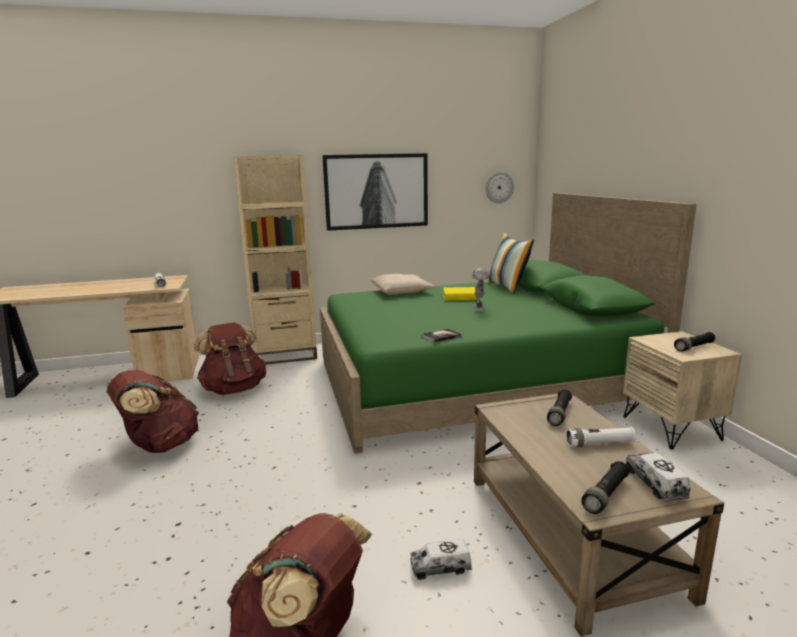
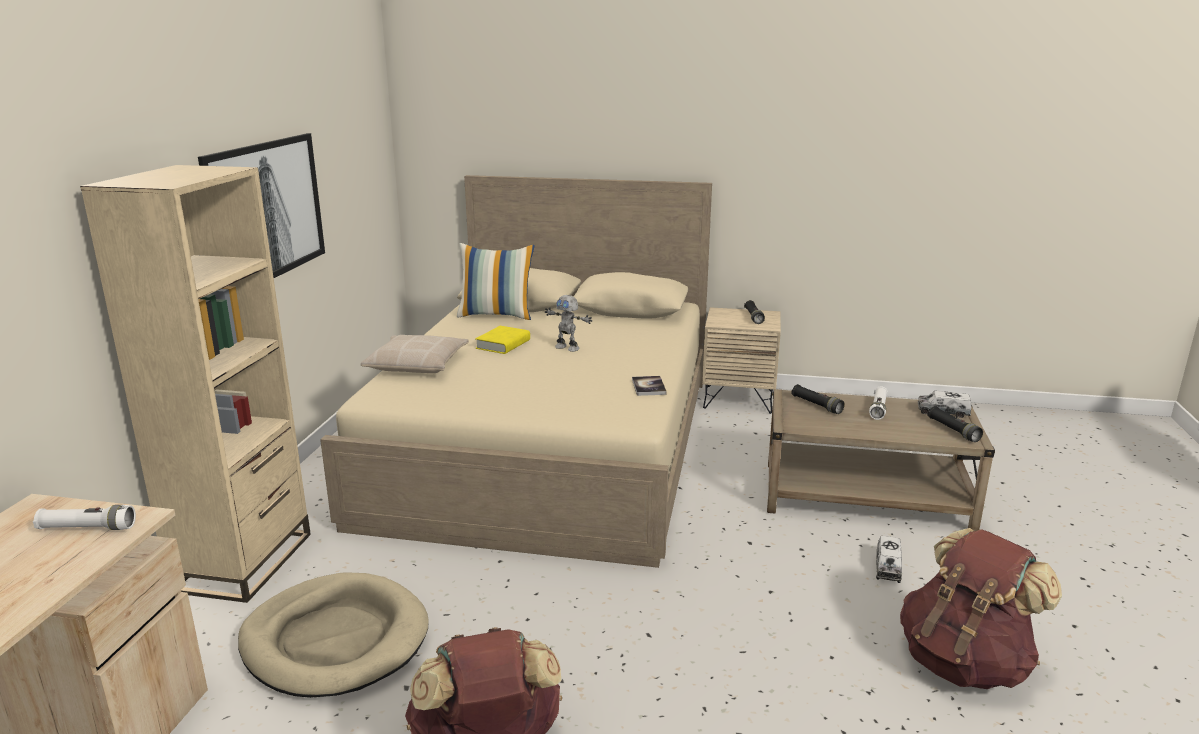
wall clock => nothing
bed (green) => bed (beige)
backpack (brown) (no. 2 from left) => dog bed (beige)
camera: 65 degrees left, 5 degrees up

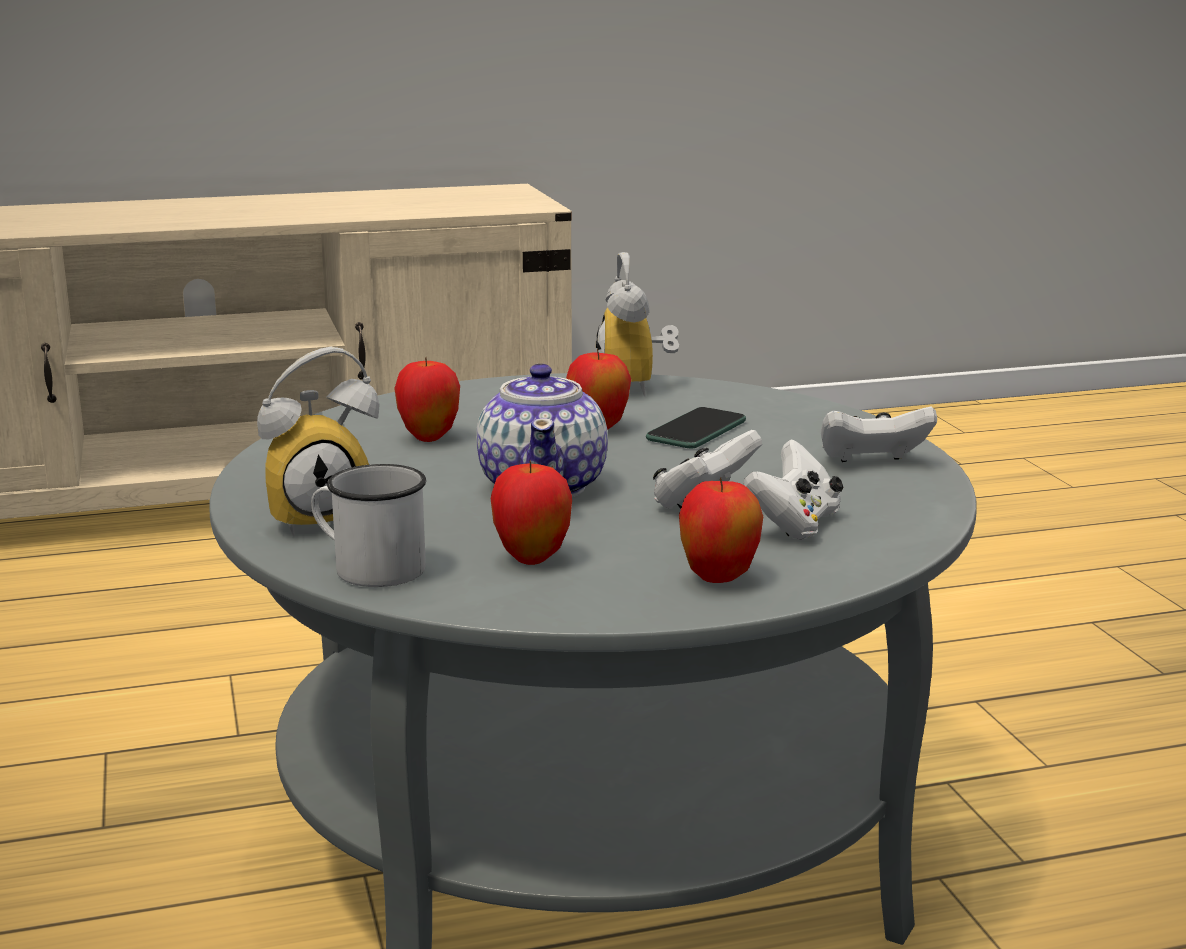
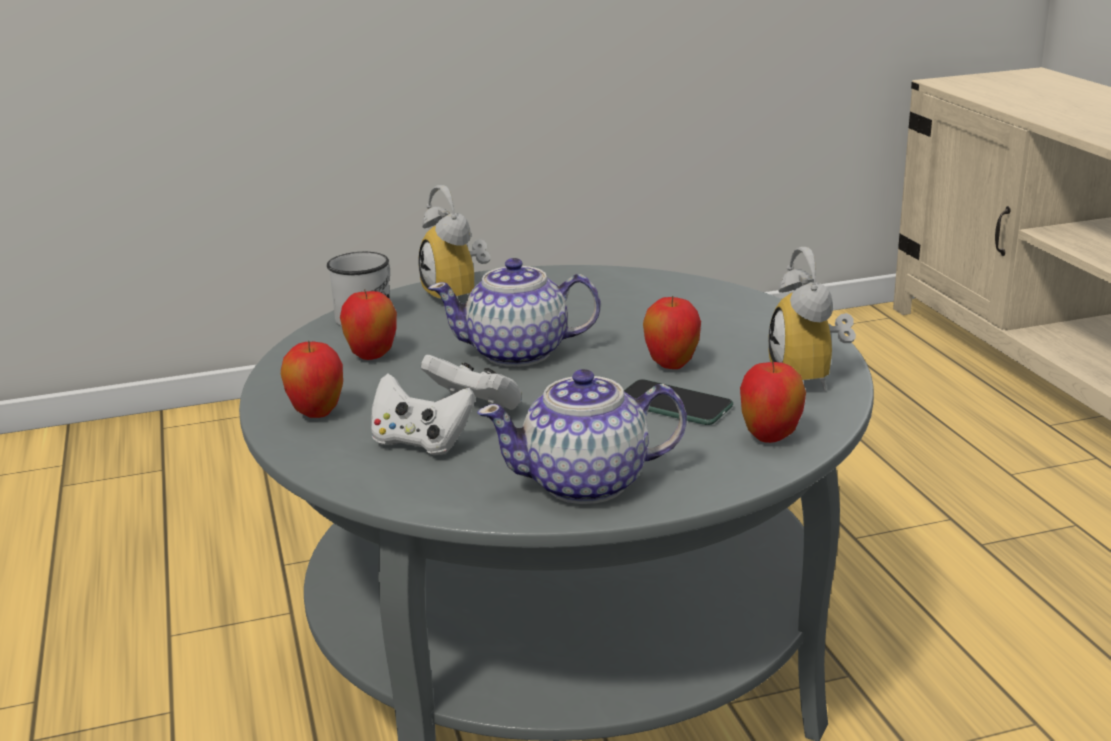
alarm clock (no. 2 from left), 90 degrees counterclockwise
apple (no. 1 from left in the first image) => apple (no. 4 from left), shifted
game controller (white) (no. 3 from left) => teapot (no. 2 from left)
camera: 90 degrees right, 5 degrees up

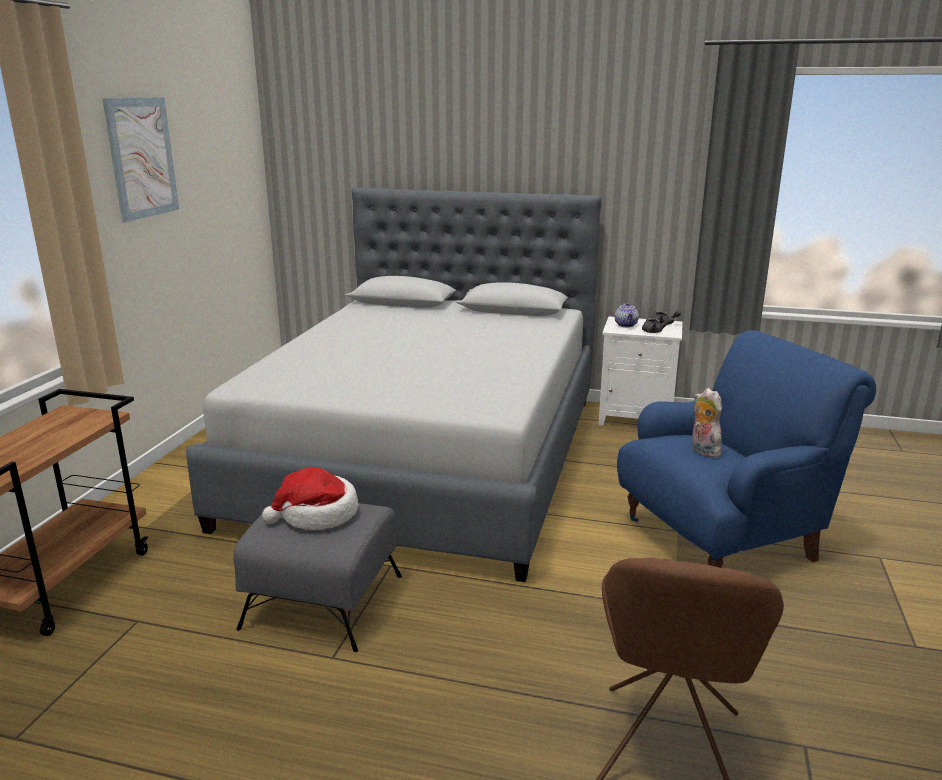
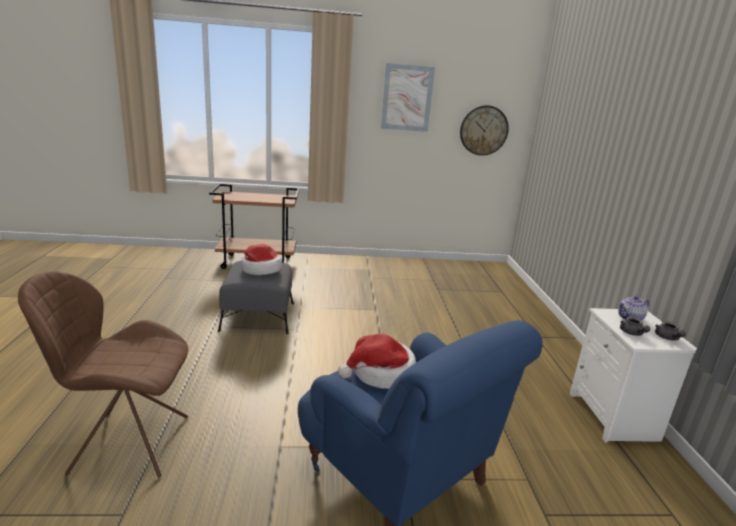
bed (grey) => nothing
plush toy => hat (no. 2 from left)
nothing => wall clock
camera: 70 degrees right, 0 degrees up

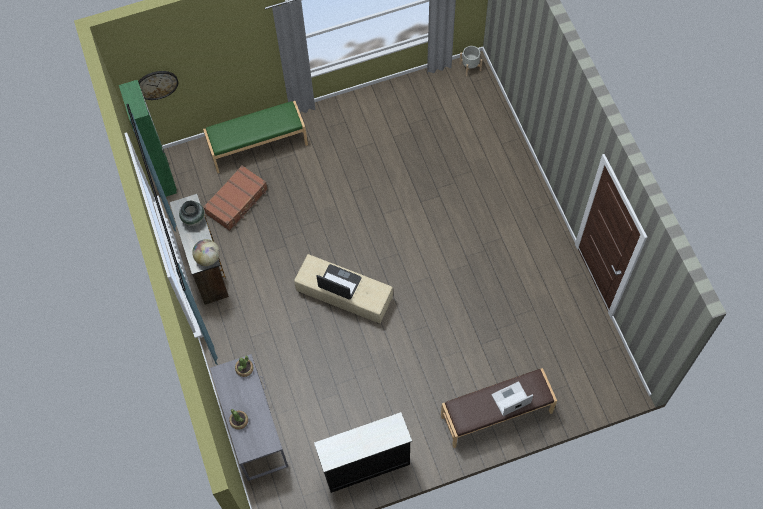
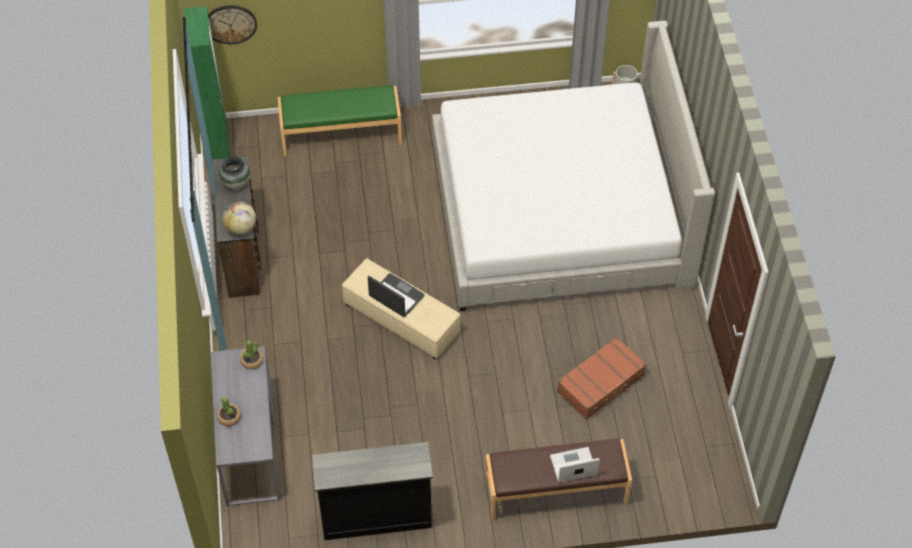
suitcase (brown), shifted
nothing => bed
camera: 10 degrees right, 10 degrees down

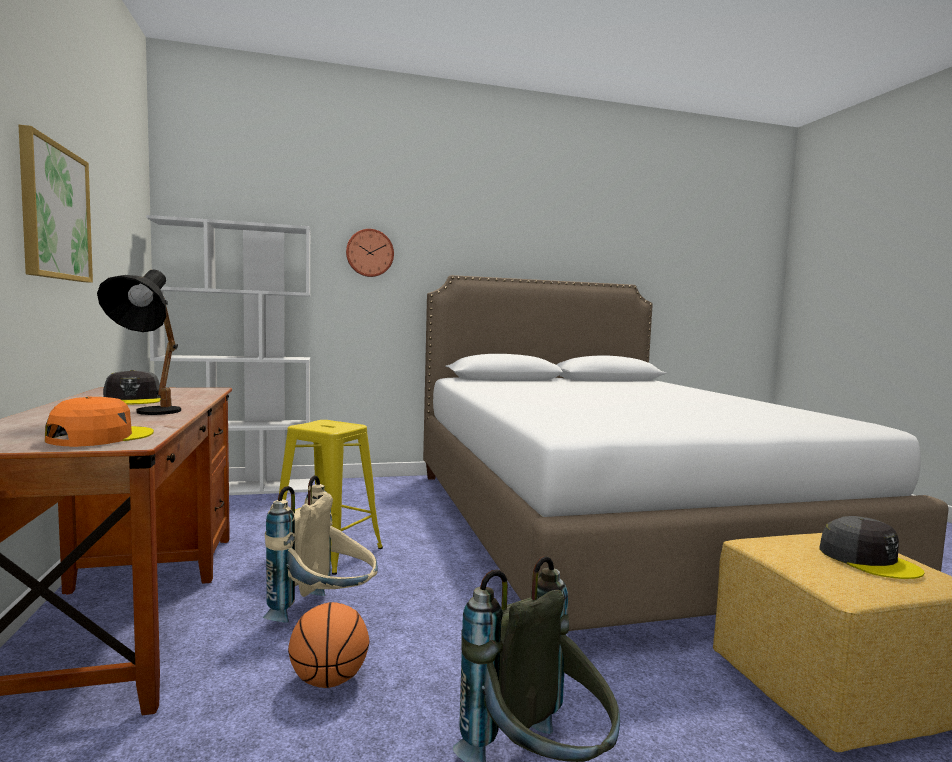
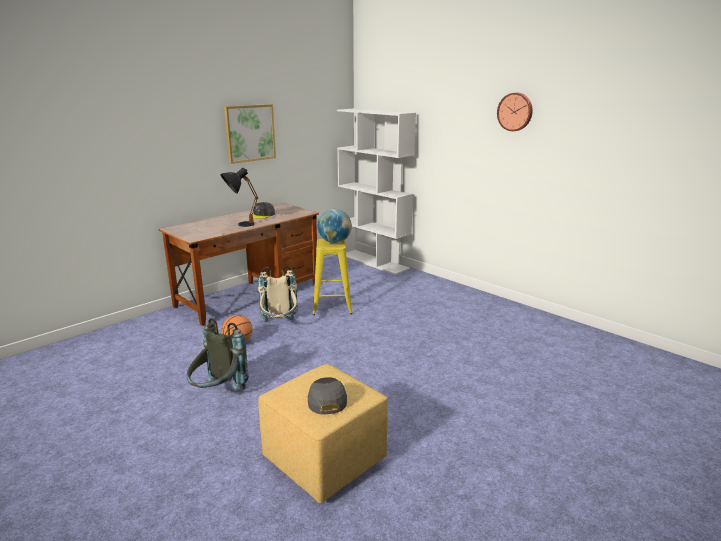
wall clock, shifted
bed (white) => nothing
cap (orange) => nothing
cap (grey) (no. 2 from left), 135 degrees clockwise
nothing => globe
camera: 60 degrees right, 15 degrees up

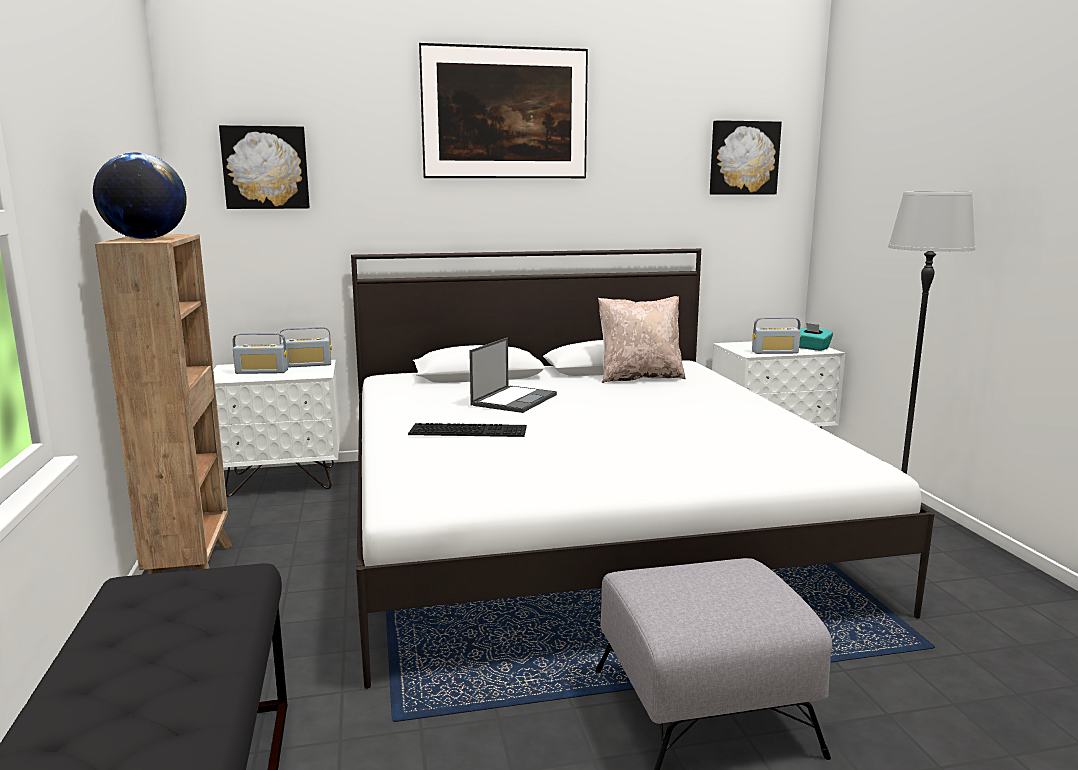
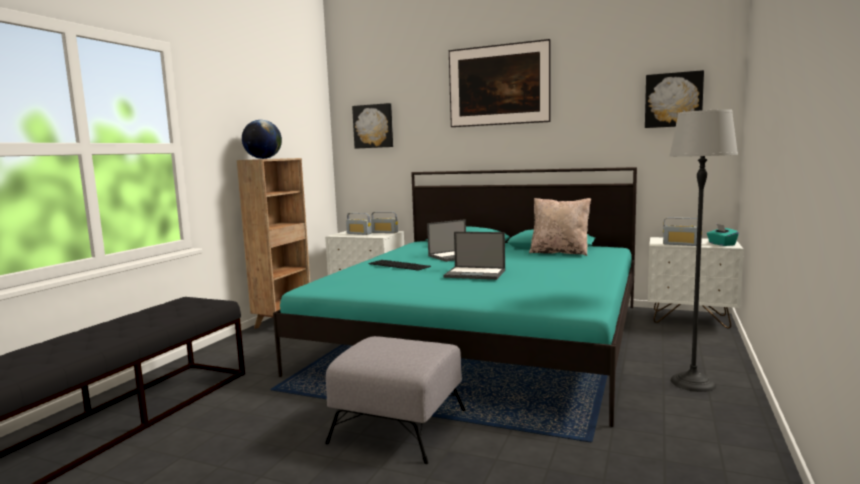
bed (white) => bed (turquoise)
nothing => laptop (no. 2 from left)
camera: 35 degrees right, 5 degrees down

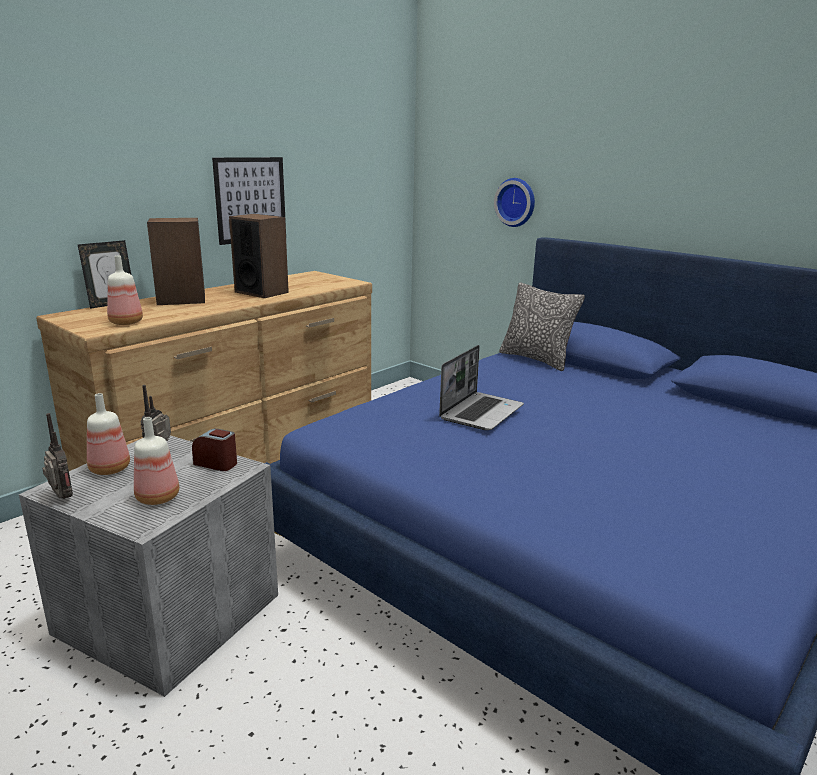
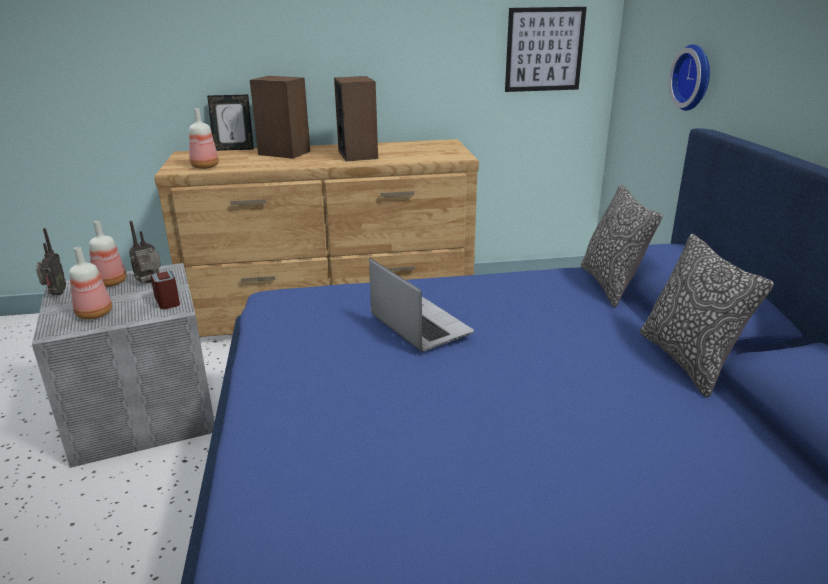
picture, shifted
laptop, 105 degrees counterclockwise
nothing => pillow (no. 2 from left)
camera: 40 degrees right, 5 degrees up

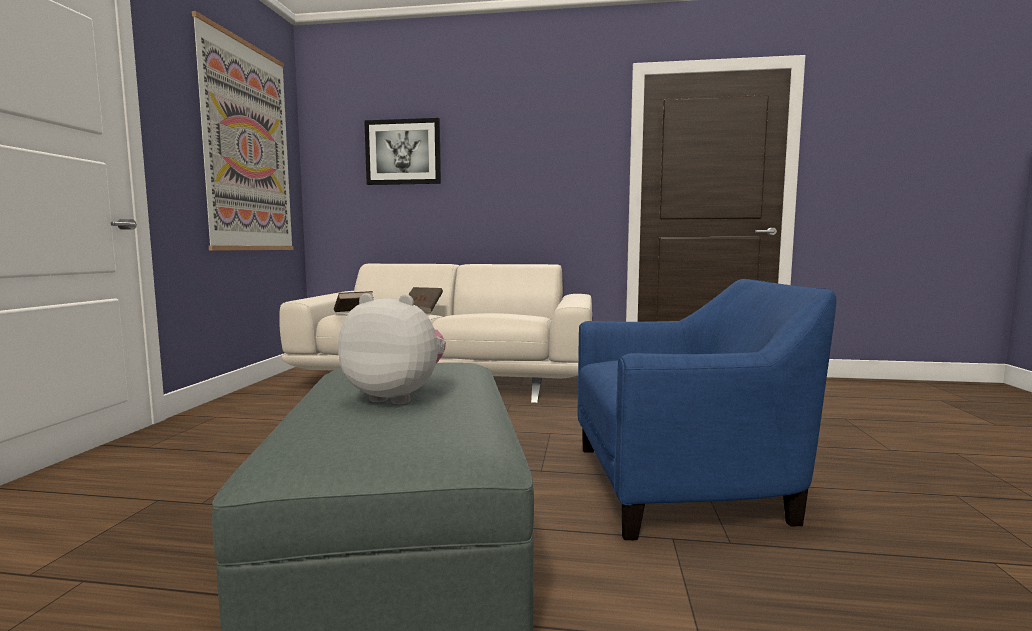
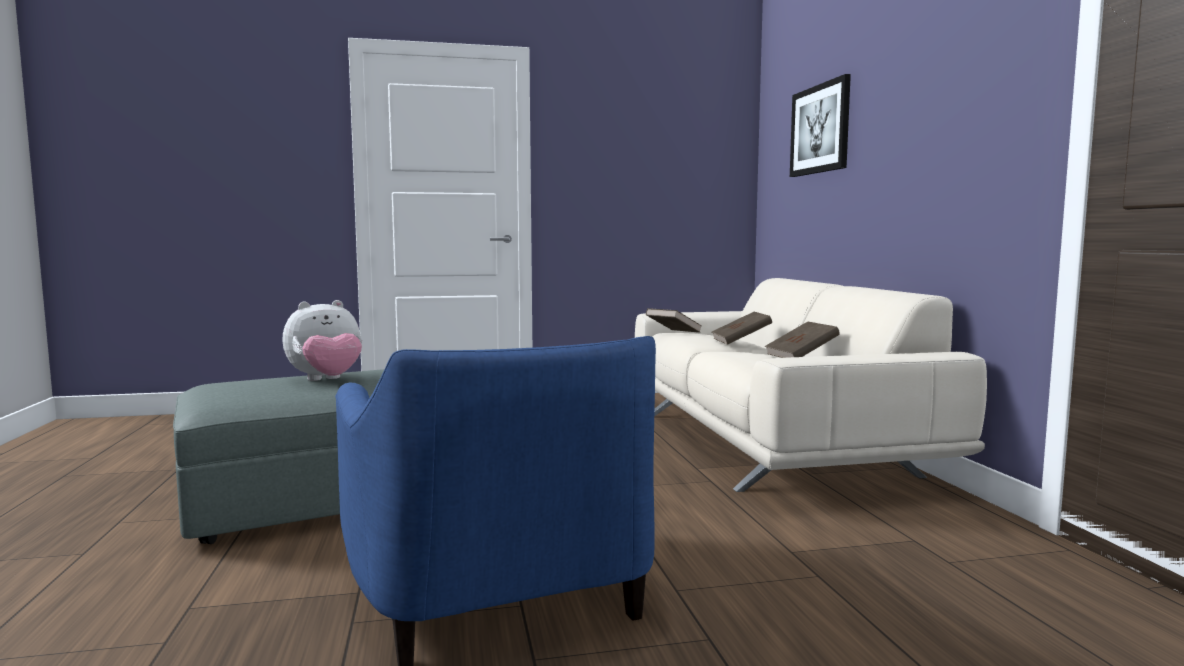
picture (no. 1 from left) => nothing
plush toy, 60 degrees clockwise
nothing => book (brown) (no. 3 from left)
camera: 70 degrees right, 0 degrees up

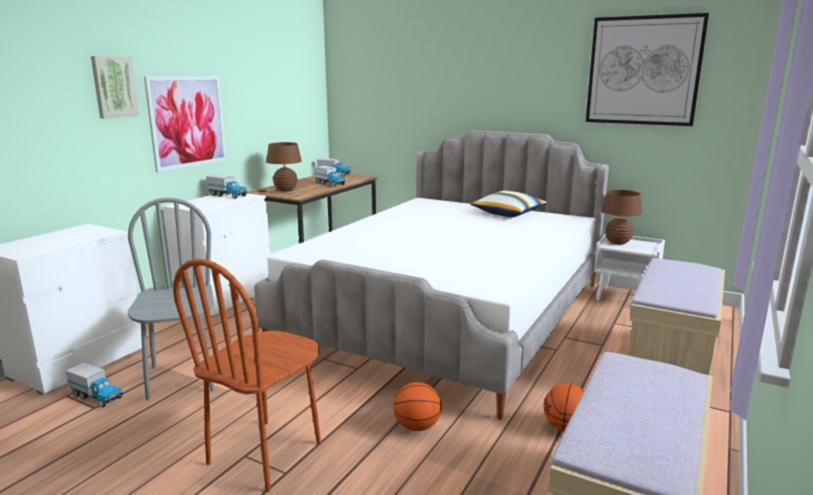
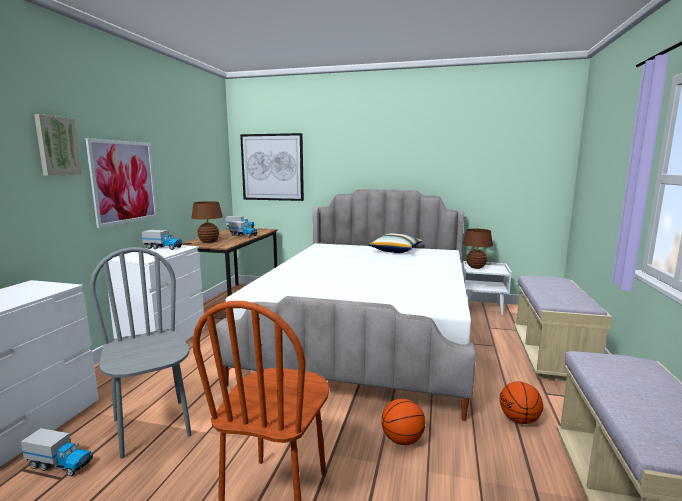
picture (no. 3 from left), shifted
camera: 15 degrees left, 5 degrees down

